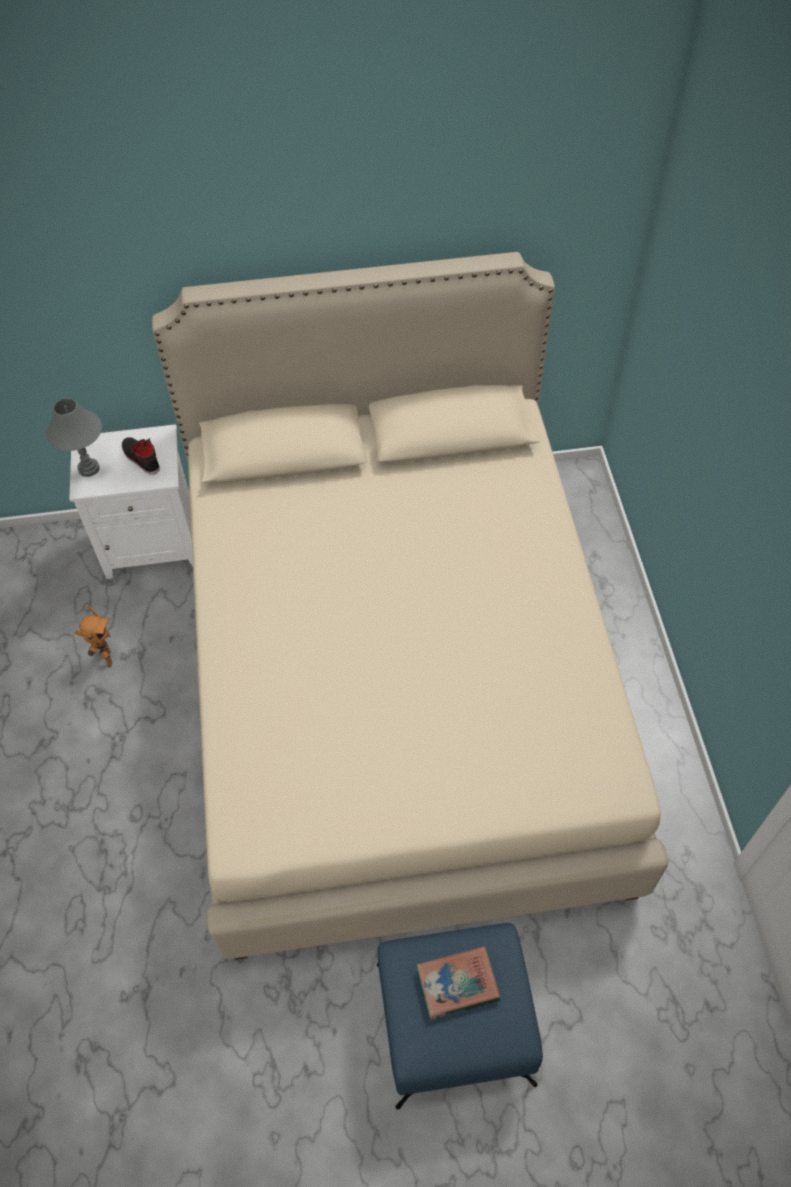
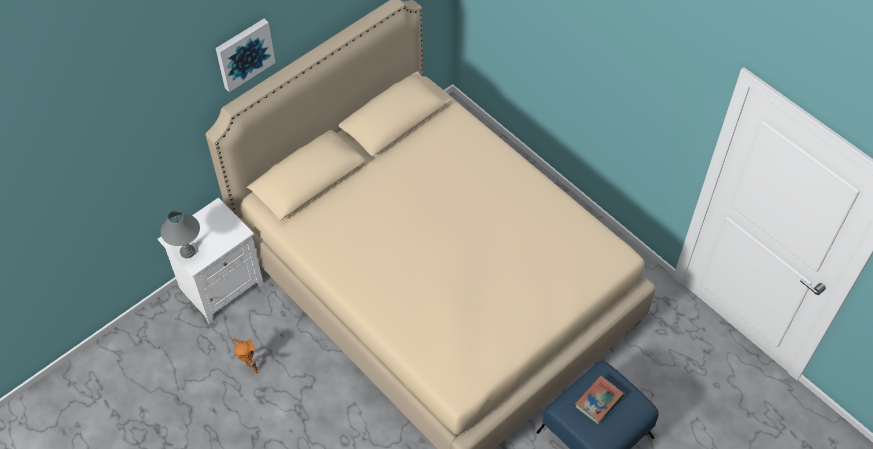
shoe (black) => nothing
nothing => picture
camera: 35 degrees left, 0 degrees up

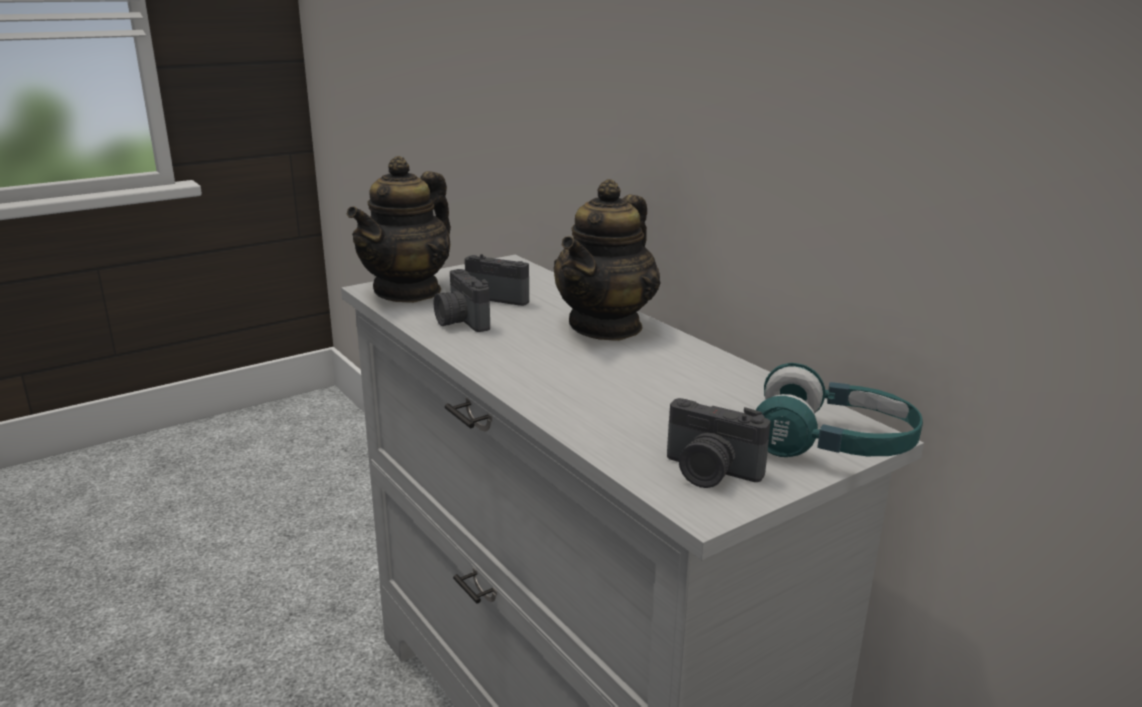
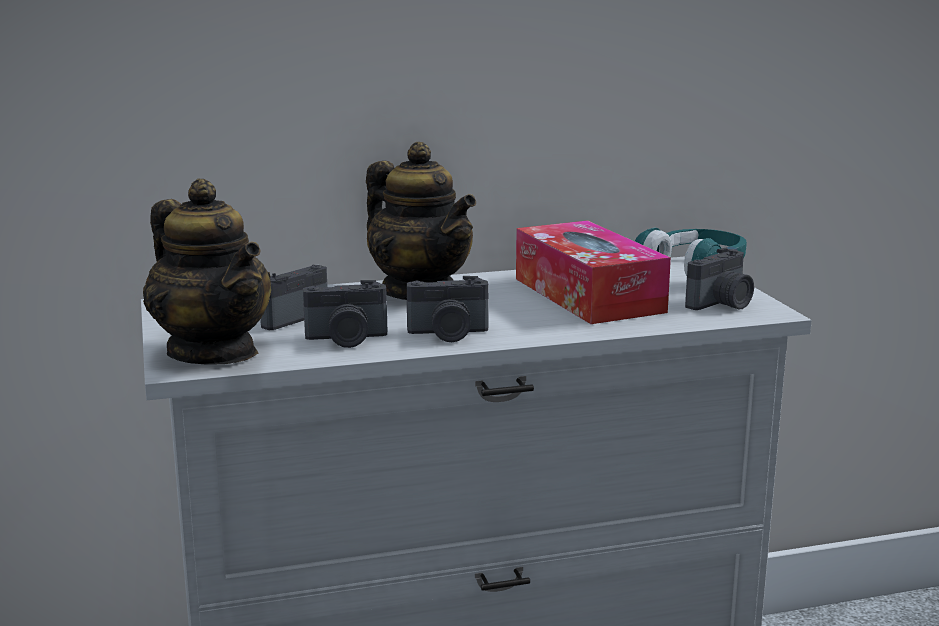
nothing => tissue box
nothing => photo camera (no. 3 from left)
camera: 70 degrees left, 5 degrees down

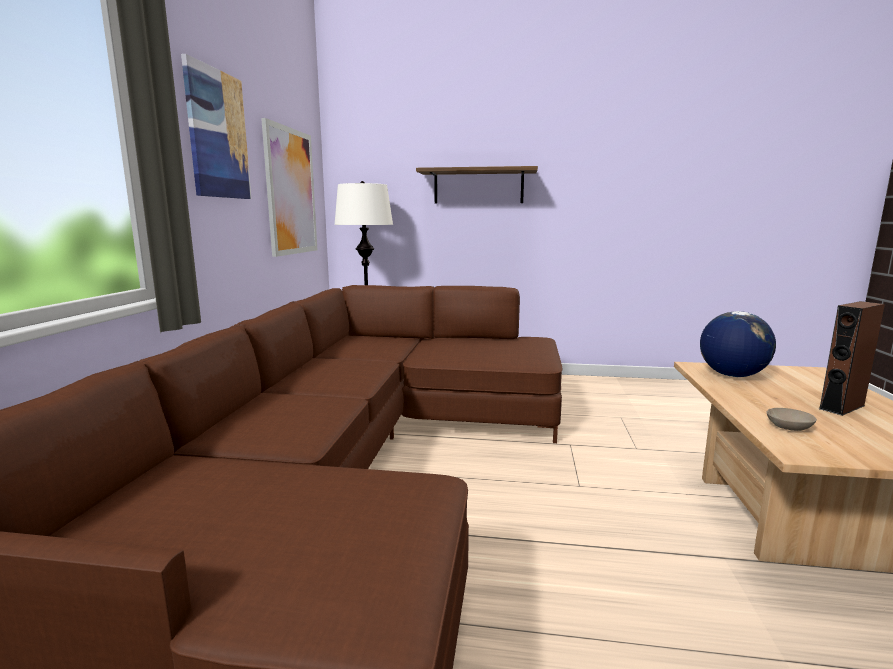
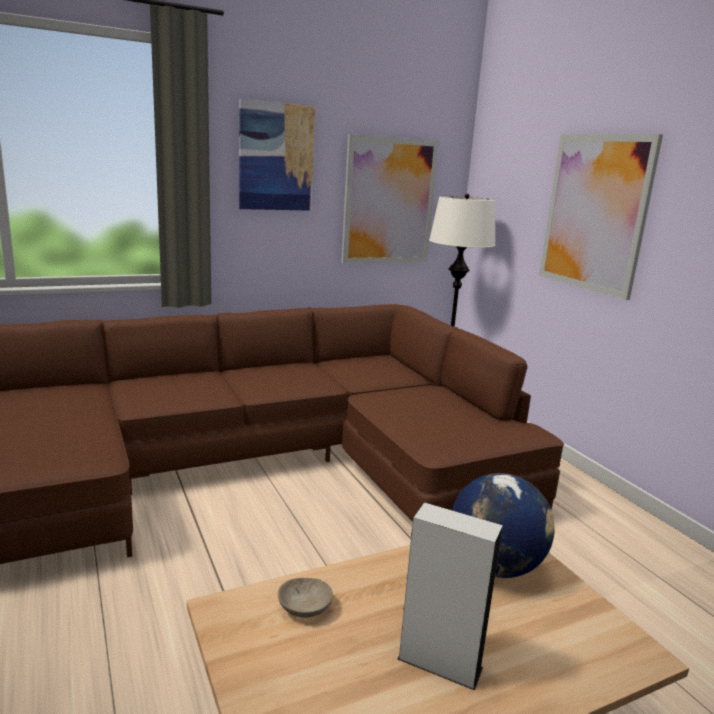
shelf => picture (no. 3 from left)
speaker (brown) => speaker (grey)
camera: 55 degrees right, 5 degrees up

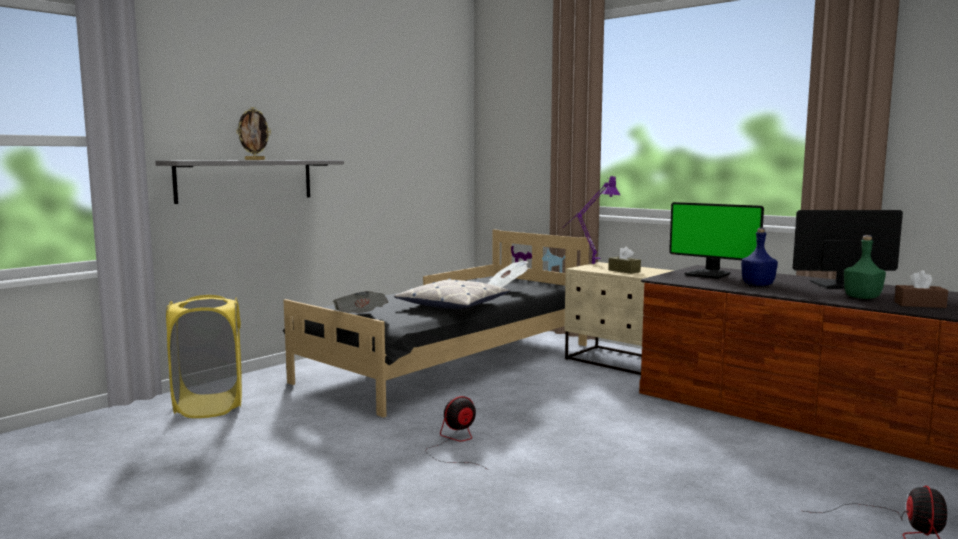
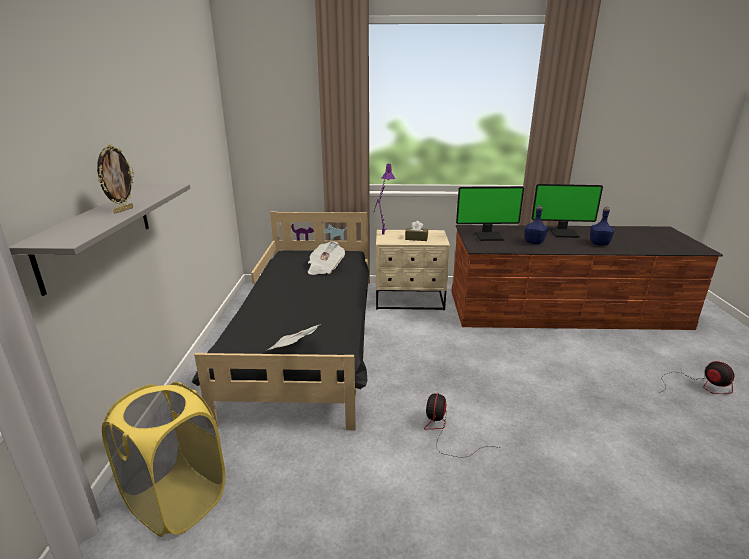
monitor (no. 2 from left), 135 degrees counterclockwise
bottle (green) => bottle (blue) (no. 2 from left)
tissue box (brown) (no. 2 from left) => nothing
pillow => nothing
camera: 40 degrees left, 15 degrees up

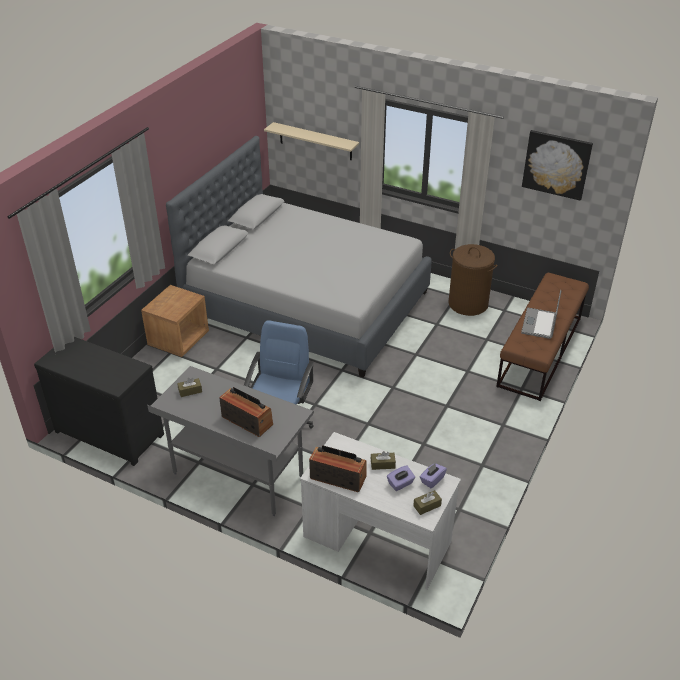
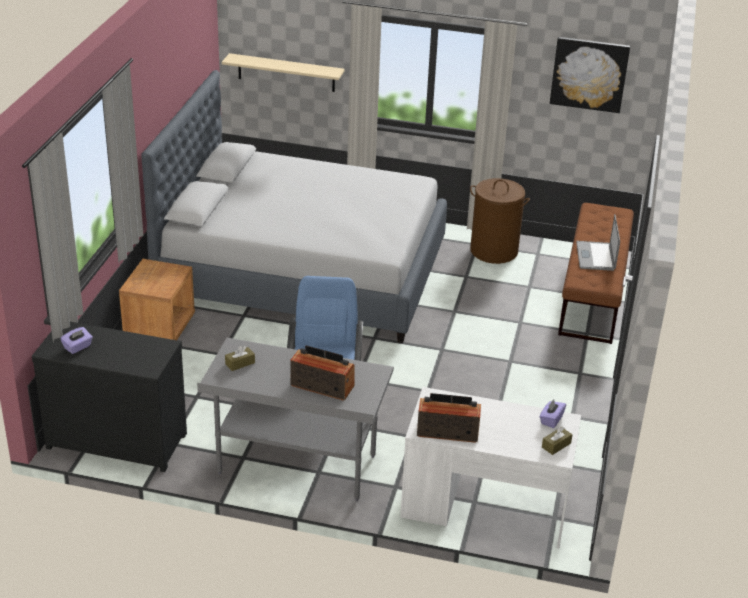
tissue box (brown) (no. 2 from left) => nothing
tissue box (purple) (no. 1 from left), shifted
camera: 15 degrees left, 5 degrees down

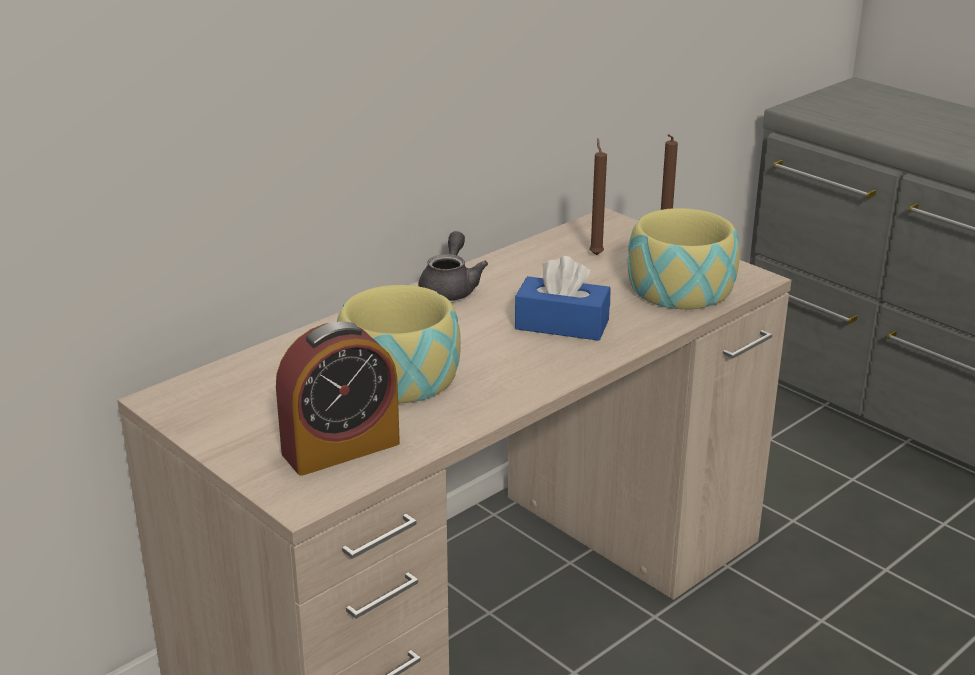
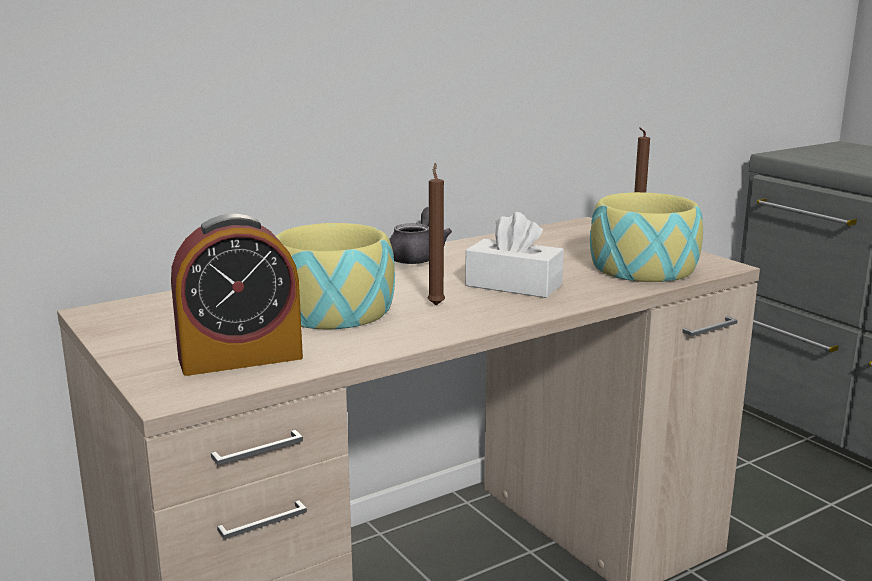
candle (brown) (no. 1 from left), shifted
tissue box (blue) => tissue box (white)
camera: 10 degrees right, 10 degrees down

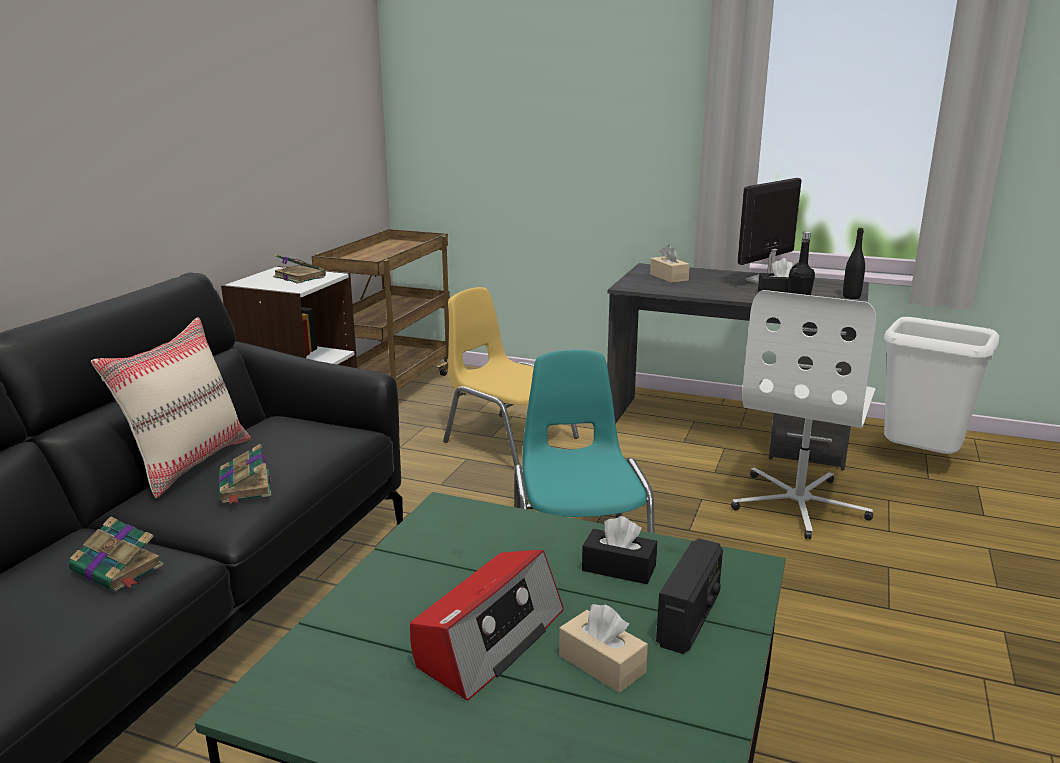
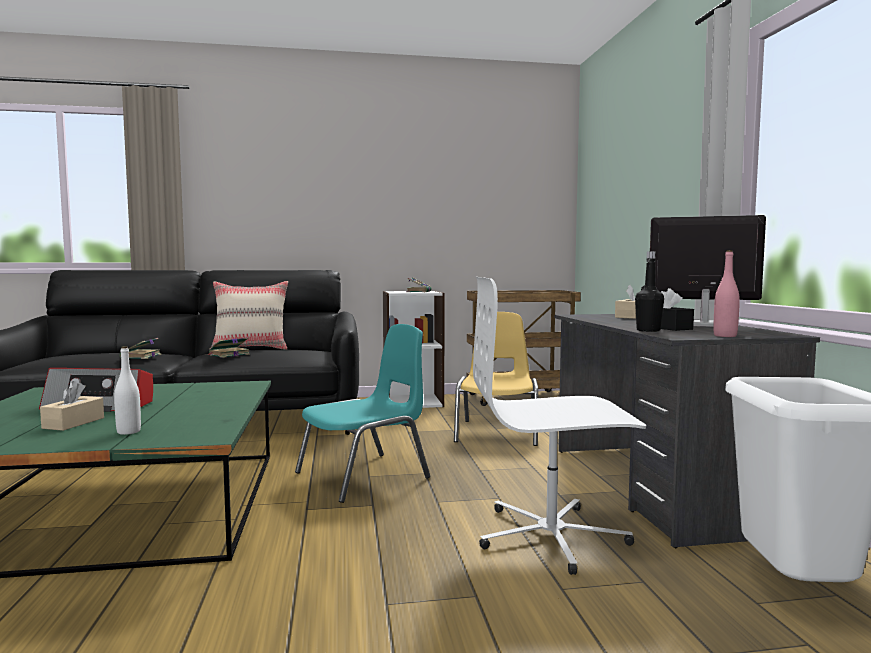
bottle (black) (no. 2 from left) => bottle (pink)
tissue box (black) (no. 1 from left) => nothing
radio (no. 2 from left) => bottle (white)
camera: 60 degrees right, 15 degrees down

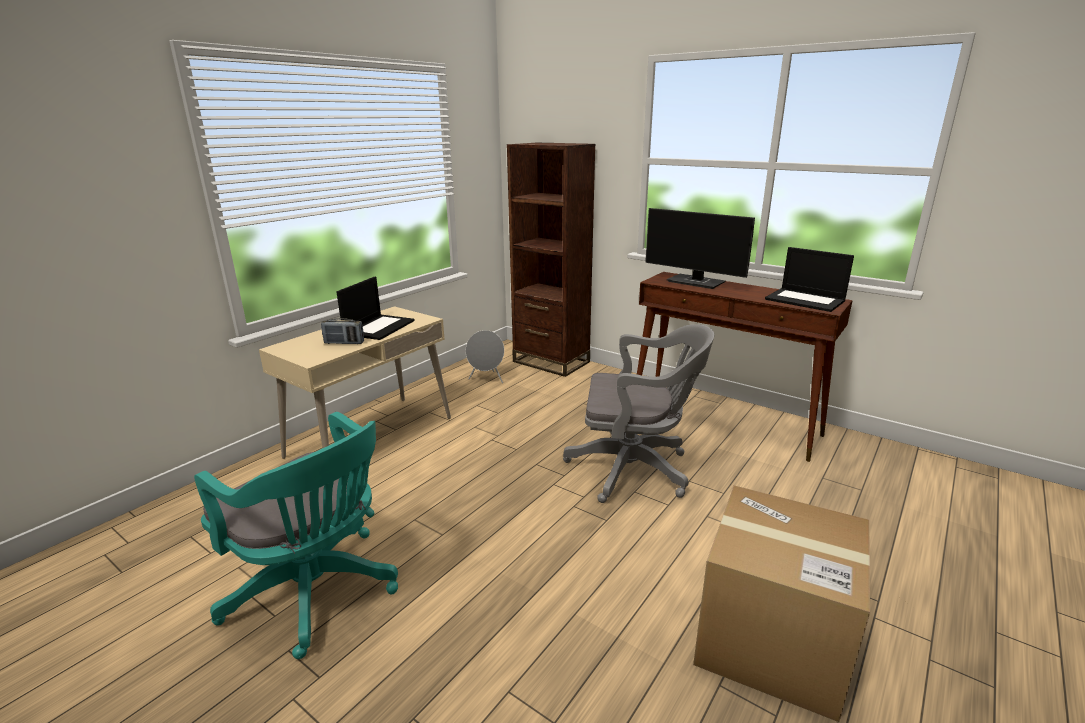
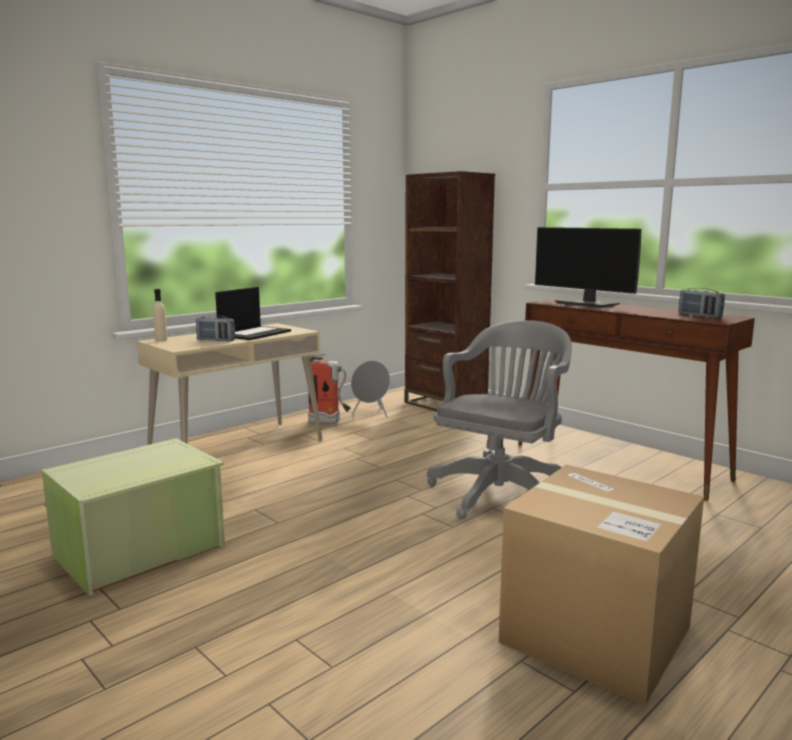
laptop (no. 2 from left) => radio (no. 2 from left)
office chair (grey), 75 degrees counterclockwise
office chair (turquoise) => storage box (green)
nothing => bottle (beige)
nothing => fire extinguisher
camera: 10 degrees right, 10 degrees down

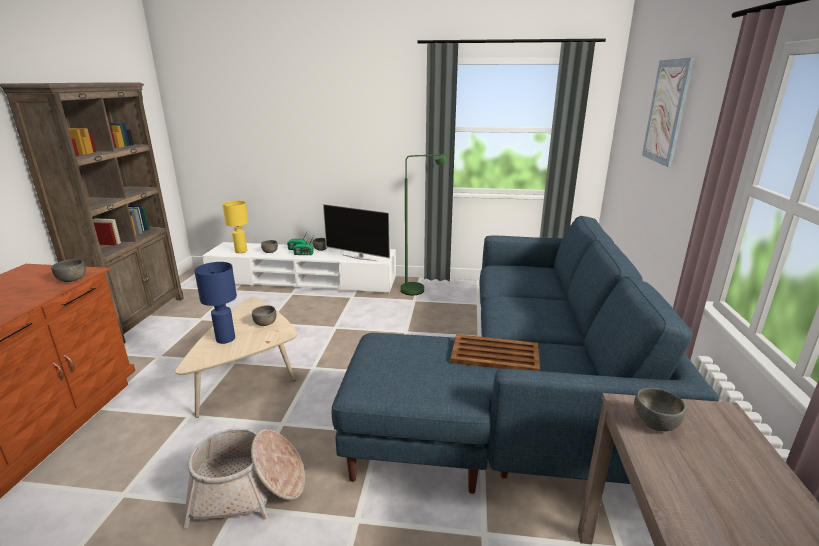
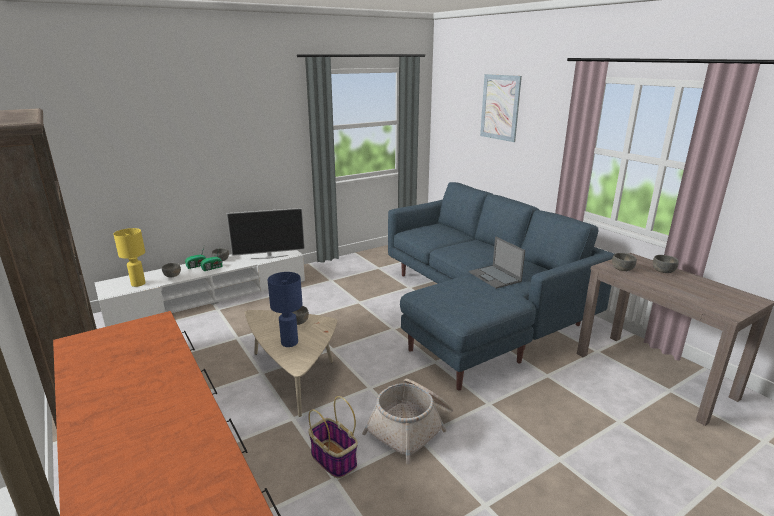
floor lamp (green) => nothing
bowl (grey) (no. 1 from left in the first image) => bowl (grey) (no. 5 from left), shifted
tray (brown) => laptop
nothing => basket (no. 1 from left)
camera: 40 degrees left, 0 degrees up

